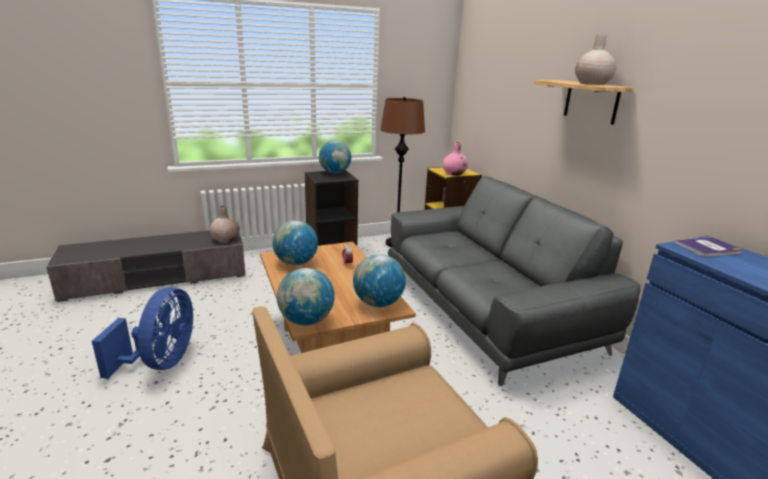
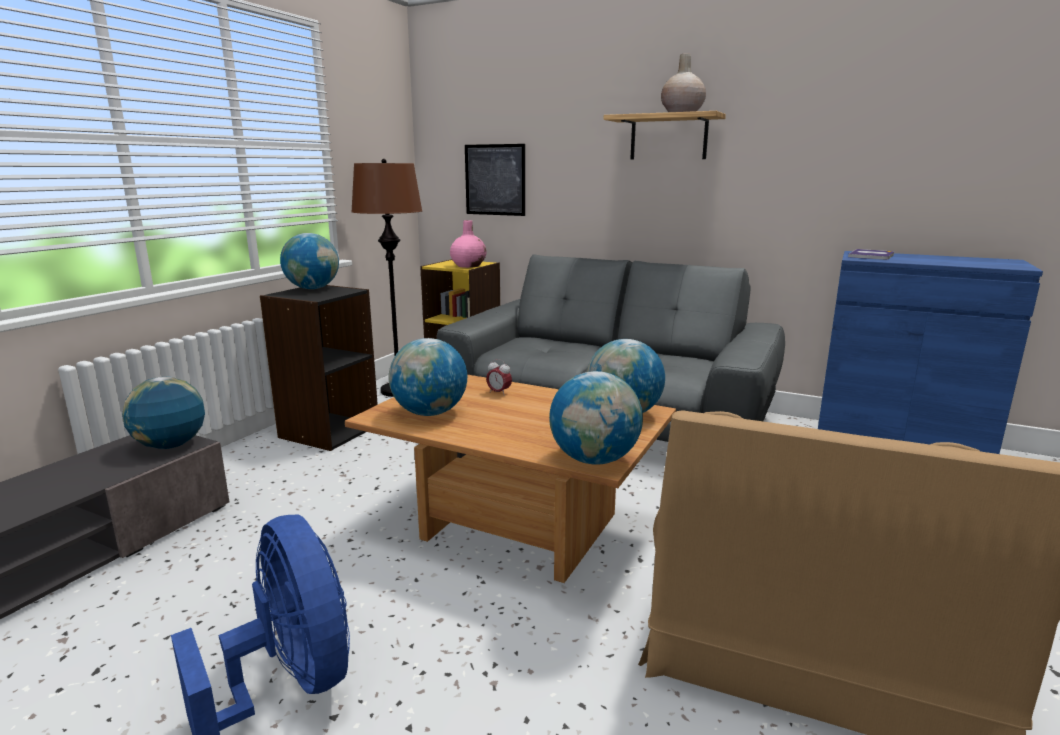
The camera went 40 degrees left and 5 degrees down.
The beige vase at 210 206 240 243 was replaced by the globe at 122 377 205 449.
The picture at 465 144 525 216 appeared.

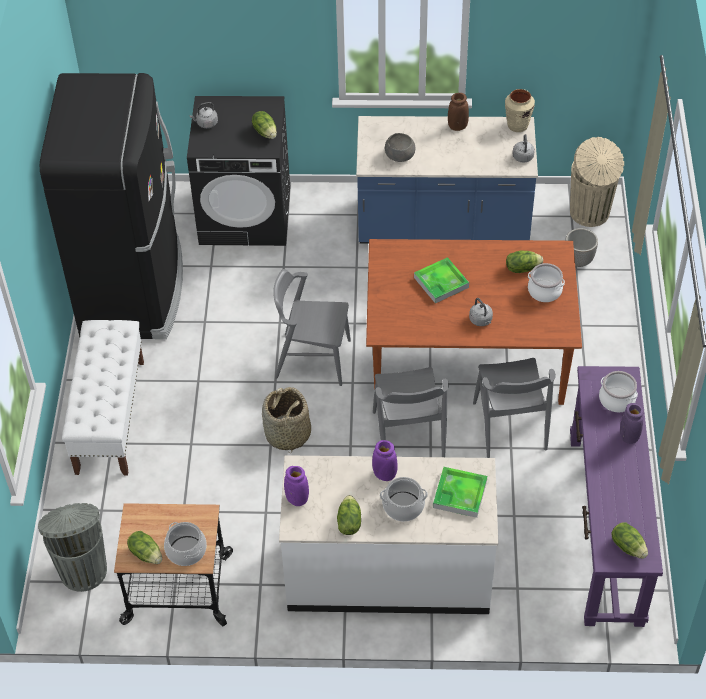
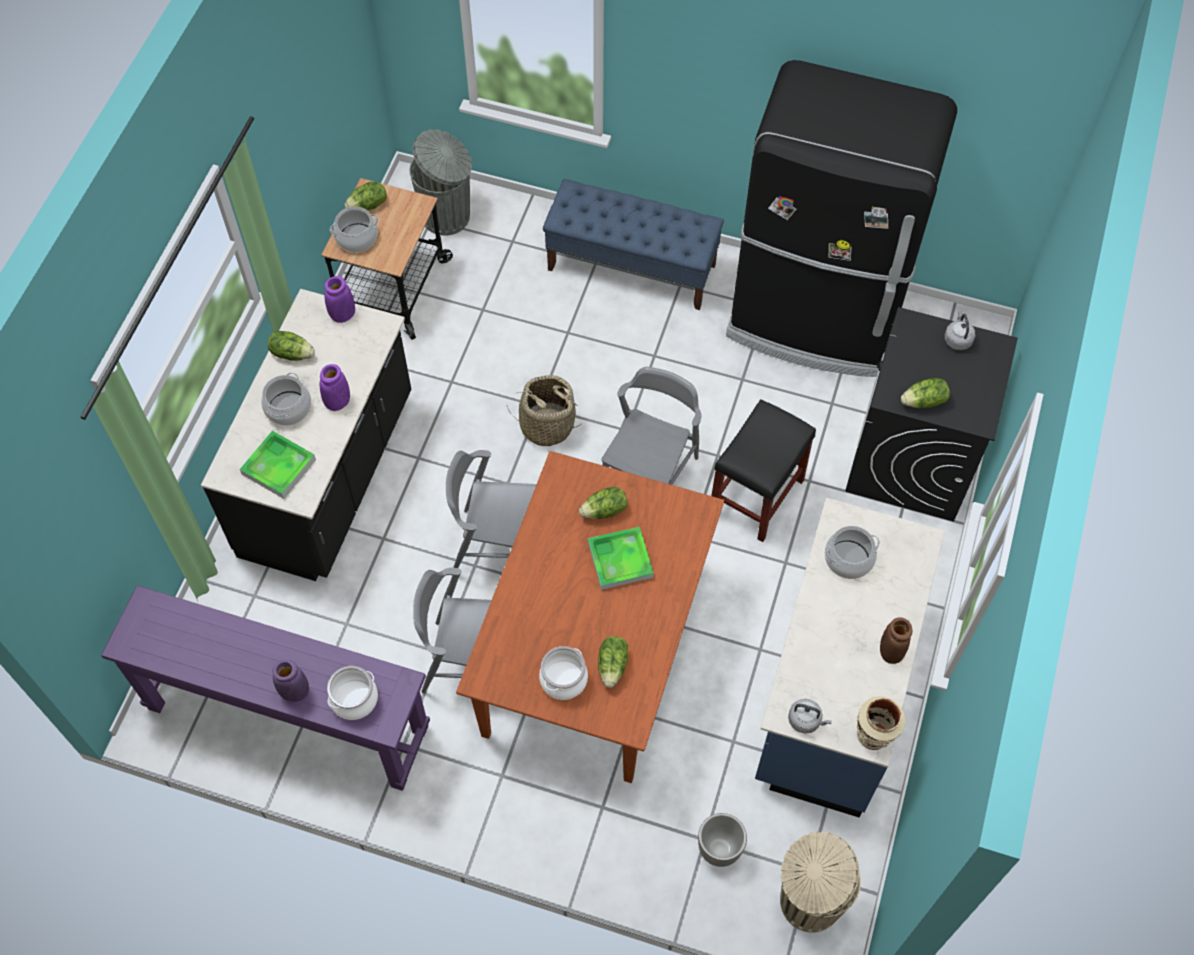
The camera went 105 degrees right and 10 degrees up.
The white bench at 62 320 144 476 became the blue bench at 543 179 724 310.
The white counter at 279 455 498 614 became the black counter at 201 289 411 581.
The grey bowl at 385 133 416 162 was replaced by the cooking pot at 824 526 880 579.
The grey kettle at 469 298 493 326 disappeared.
The lettuce moved from 611 523 648 559 to 579 487 628 519.
The black stool at 711 399 816 542 appeared.

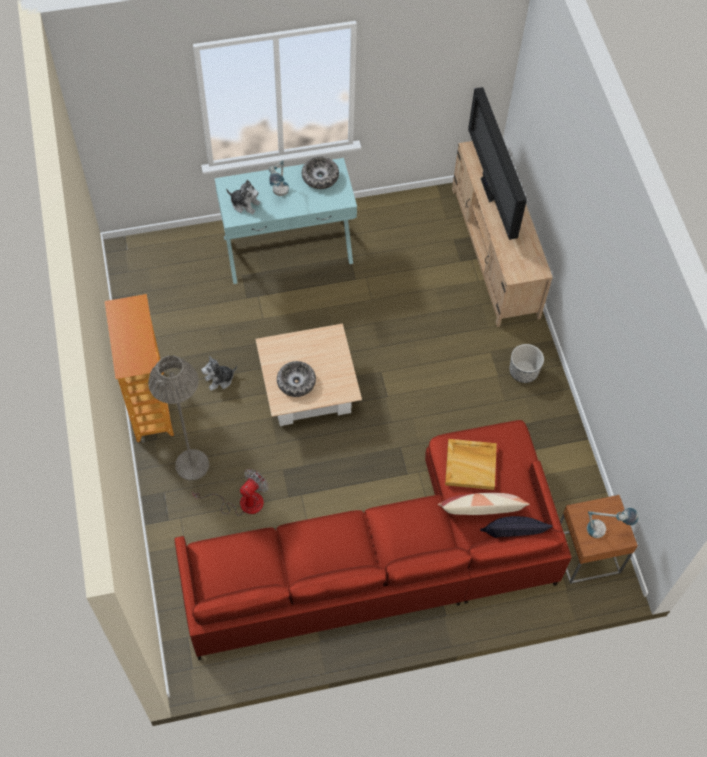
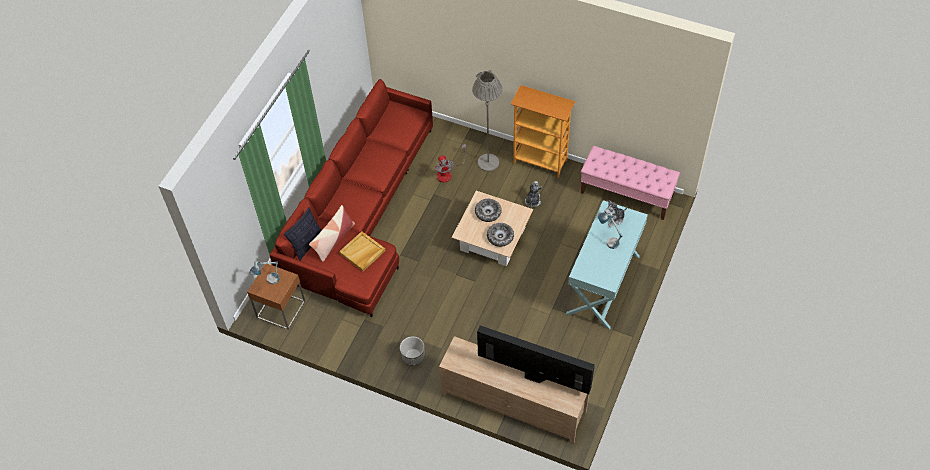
The camera went 130 degrees right and 5 degrees down.
The bowl moved from 302 157 339 189 to 487 223 514 247.
The pink bench at 581 146 680 220 appeared.

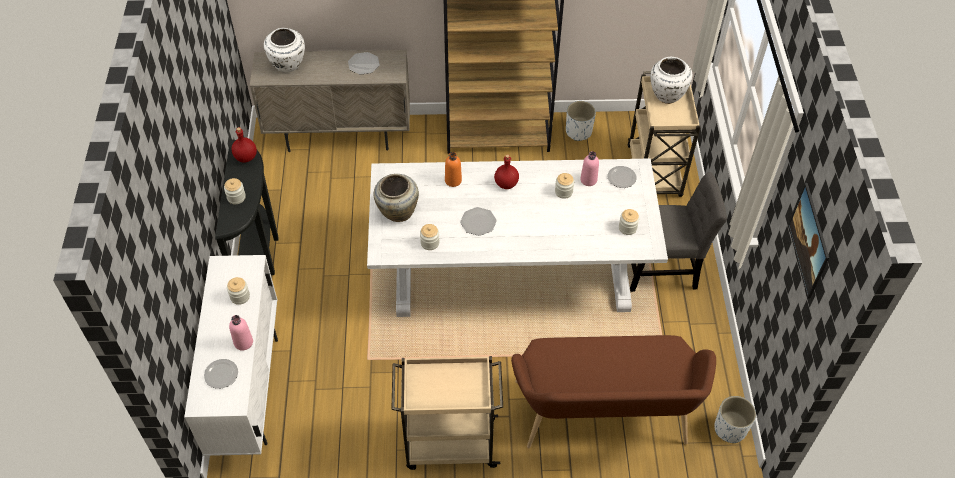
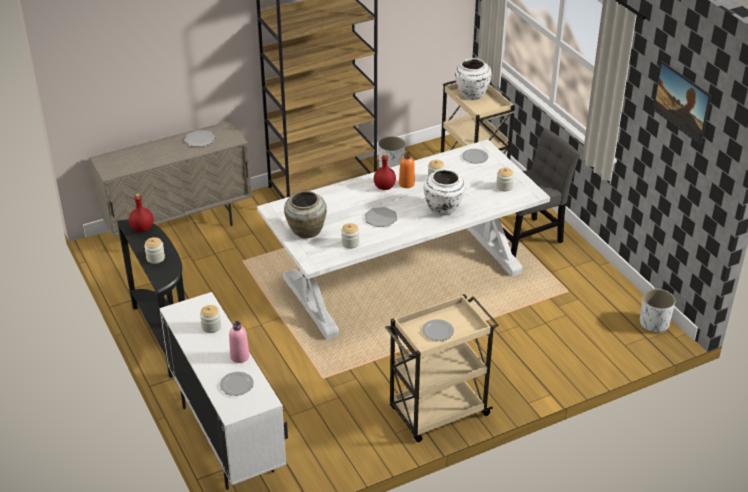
The camera went 25 degrees left and 15 degrees down.
The white vase moved from 264 28 305 73 to 424 170 465 216.
The orange bottle moved from 445 152 462 187 to 399 152 415 188.
The brown bench at 511 335 716 448 disappeared.
The pink bottle at 580 151 599 186 disappeared.
The plate at 422 319 454 341 appeared.

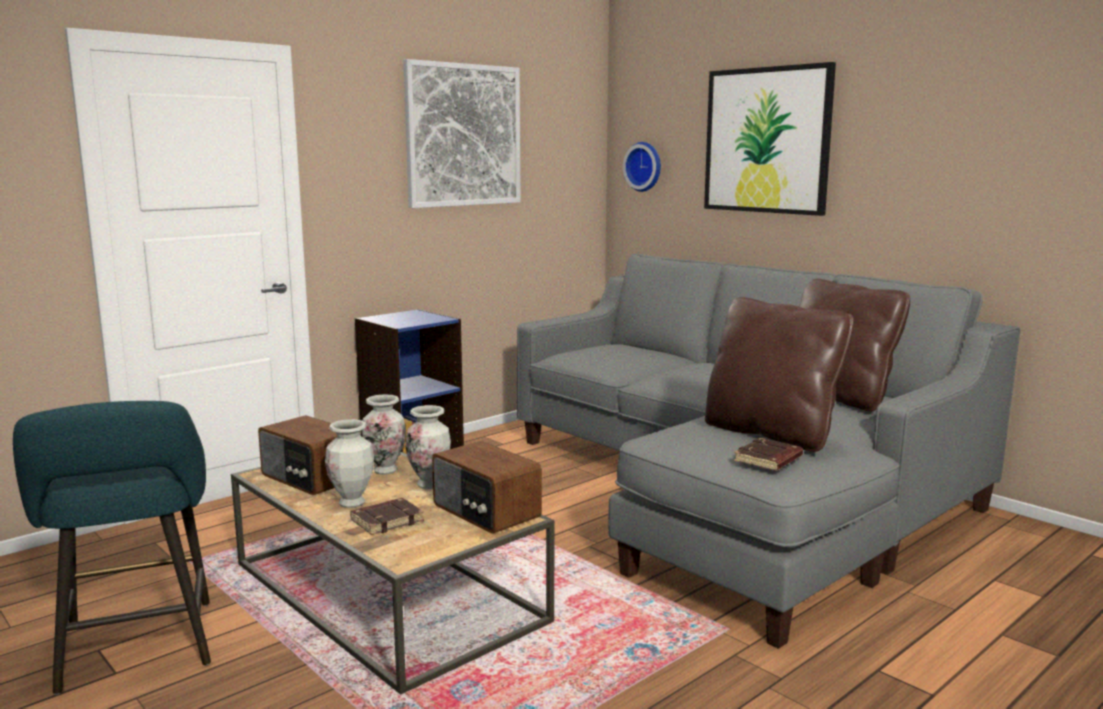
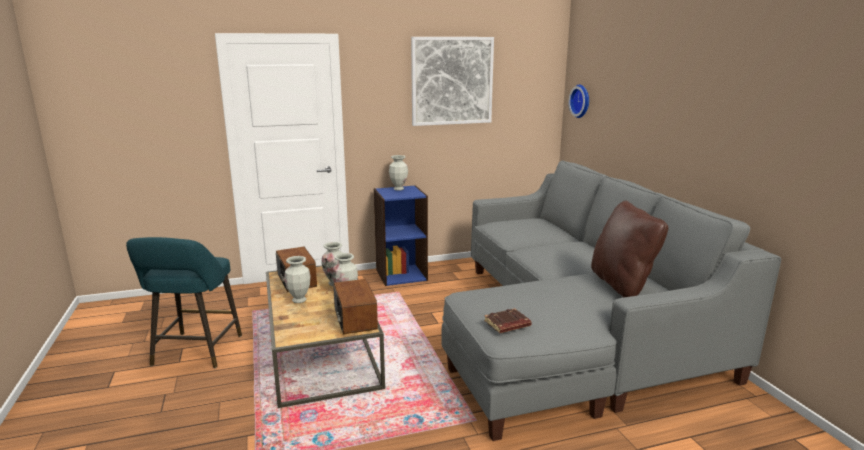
The camera went 25 degrees right and 5 degrees up.
The brown book at 350 498 424 535 disappeared.
The picture at 704 62 836 216 disappeared.
The brown pillow at 705 297 854 452 disappeared.
The vase at 389 155 408 191 appeared.

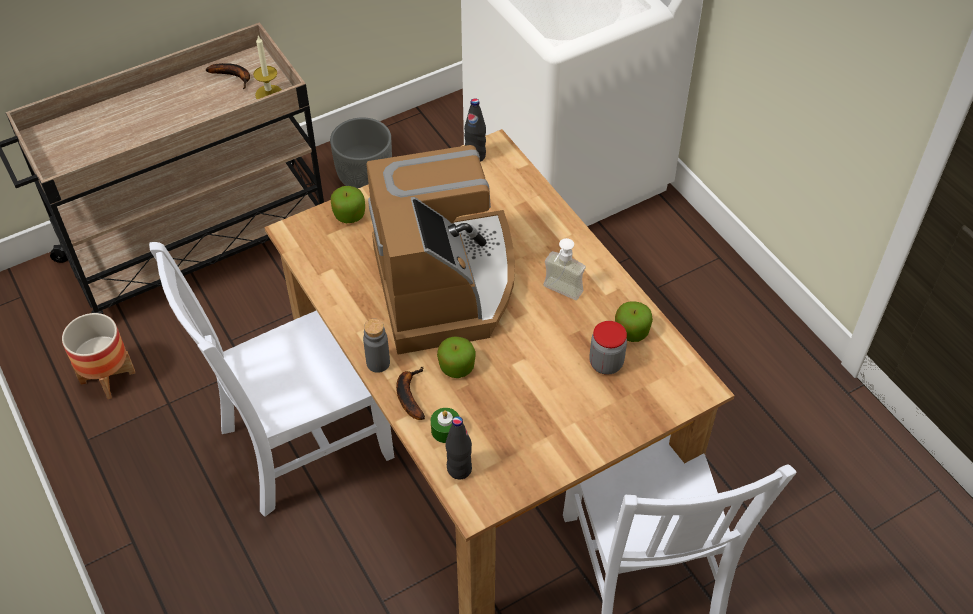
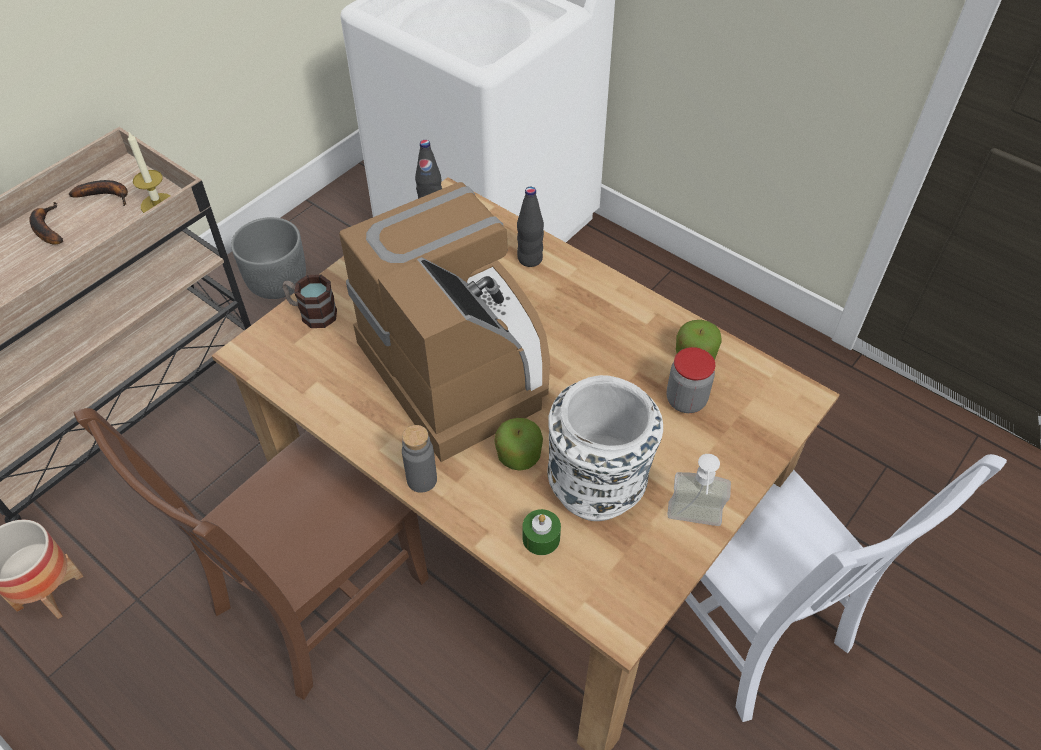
The camera went 20 degrees left and 0 degrees up.
The white chair at 149 242 394 517 became the brown chair at 74 408 429 700.
The apple at 331 186 365 223 was replaced by the mug at 282 275 337 328.
The banana moved from 396 367 425 420 to 29 202 64 245.
The black bottle moved from 445 416 472 479 to 517 187 544 267.
The soap dispenser moved from 543 238 586 300 to 667 454 731 526.
The white vase at 548 375 663 521 appeared.

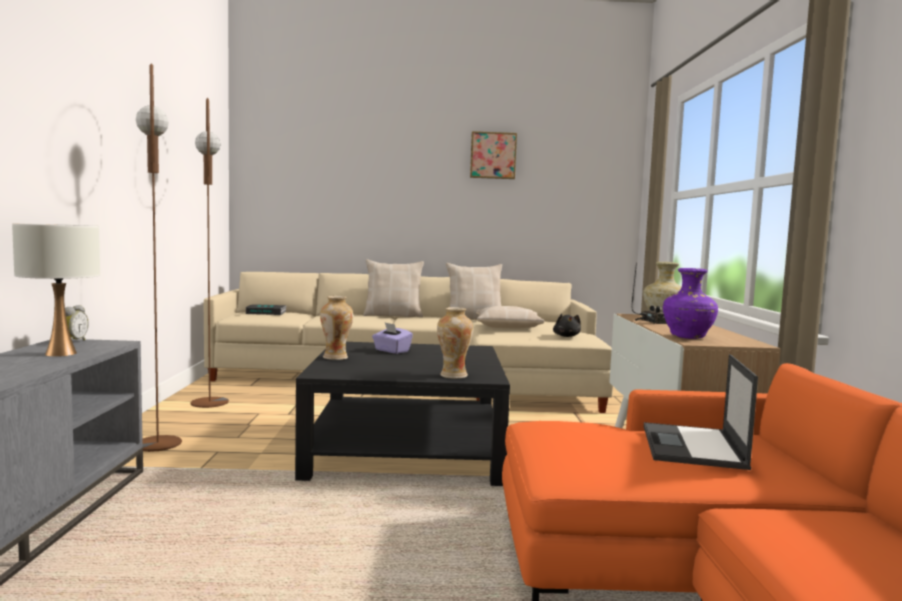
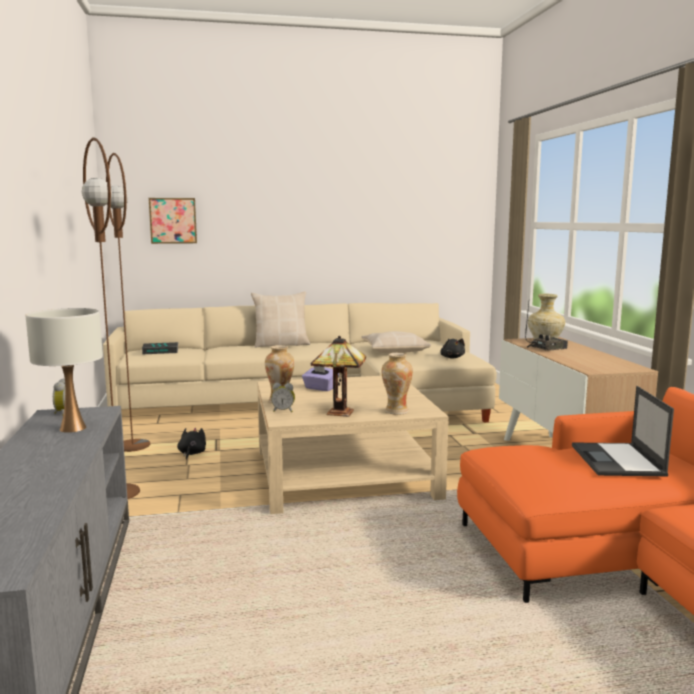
The camera went 10 degrees left and 5 degrees up.
The black coffee table at 295 342 510 486 became the beige coffee table at 257 376 449 514.
The beige pillow at 446 263 502 319 disappeared.
The picture moved from 470 131 517 179 to 149 198 197 244.
The purple vase at 663 268 718 339 disappeared.
The black plush toy at 177 428 206 460 appeared.
The alarm clock at 271 383 295 412 appeared.
The table lamp at 311 336 366 417 appeared.

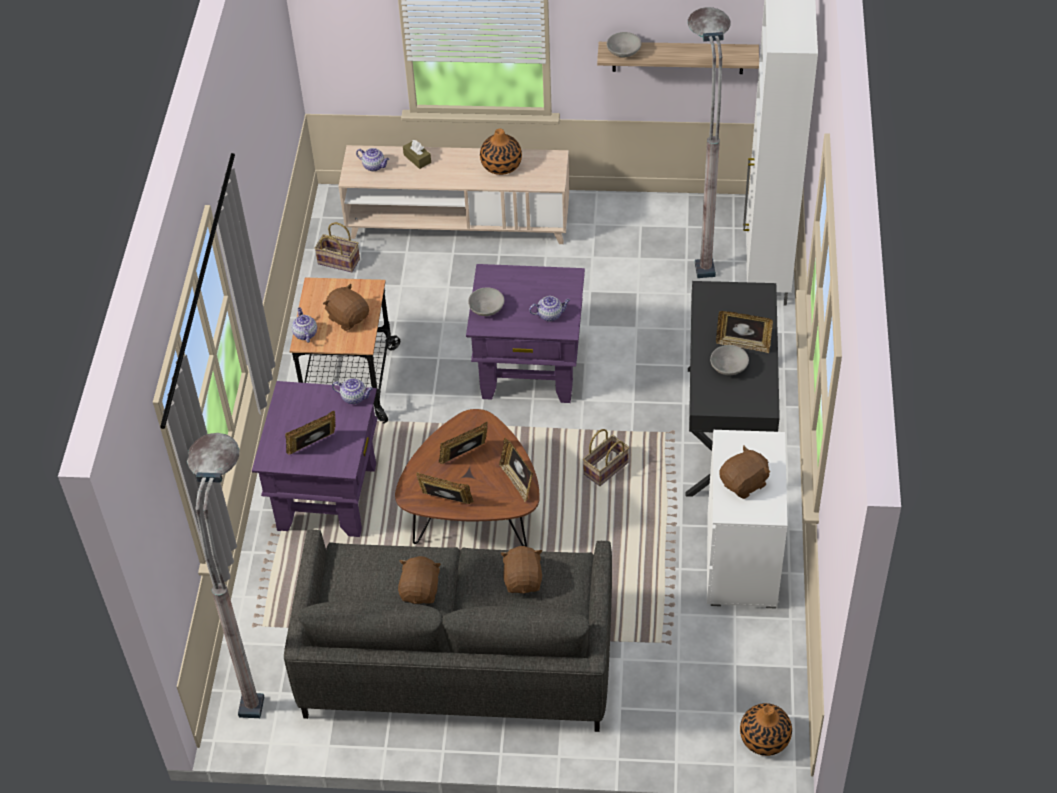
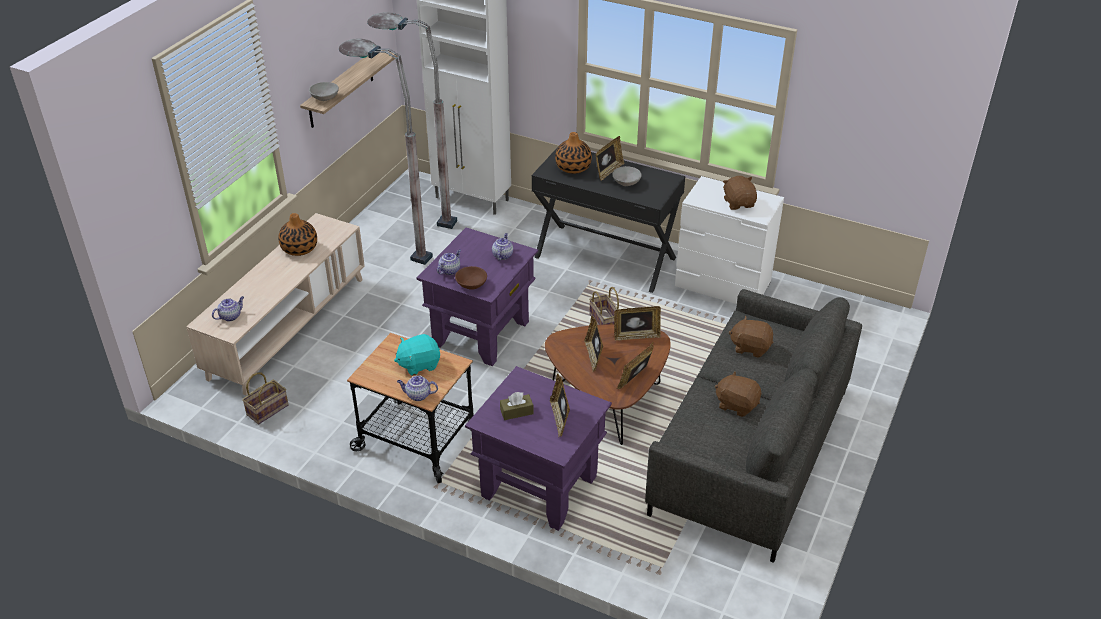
The camera went 70 degrees left and 10 degrees down.
The grey floor lamp moved from 187 433 264 718 to 338 38 433 265.
The brown plush toy at 323 283 369 331 became the turquoise plush toy at 394 334 440 376.
The teapot moved from 332 378 373 404 to 437 249 461 275.
The brown tissue box moved from 403 140 431 169 to 500 392 534 420.
The grey bowl at 468 287 504 316 became the brown bowl at 455 266 487 290.
The vase moved from 740 703 792 756 to 555 132 592 174.

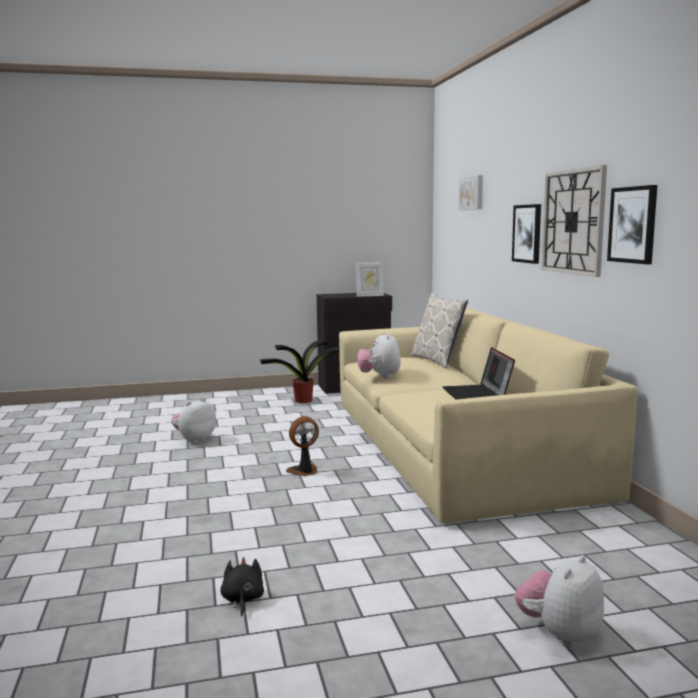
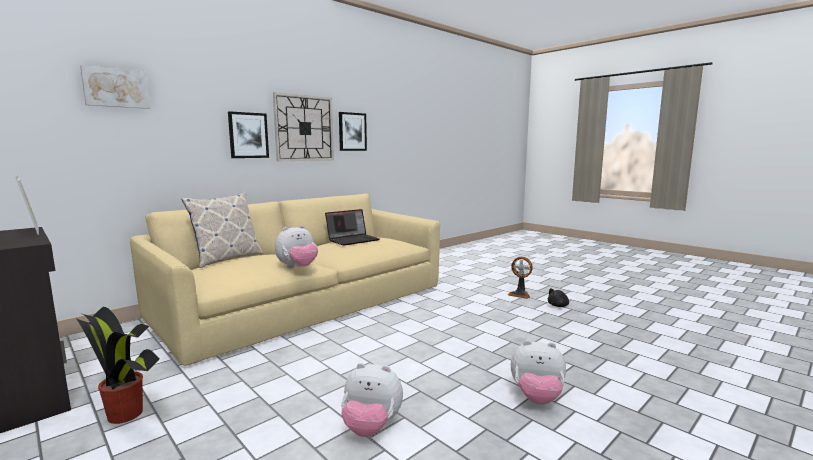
The camera went 120 degrees left and 0 degrees up.
The fan moved from 286 416 319 476 to 508 257 533 299.
The plush toy moved from 515 555 604 647 to 511 340 566 405.

